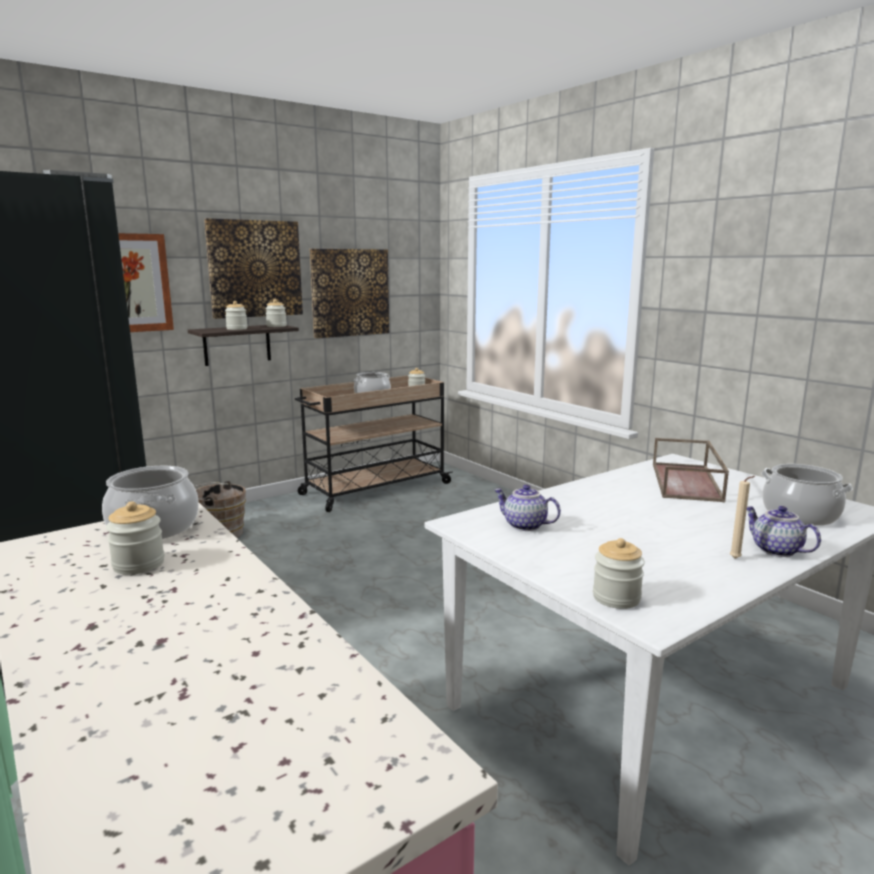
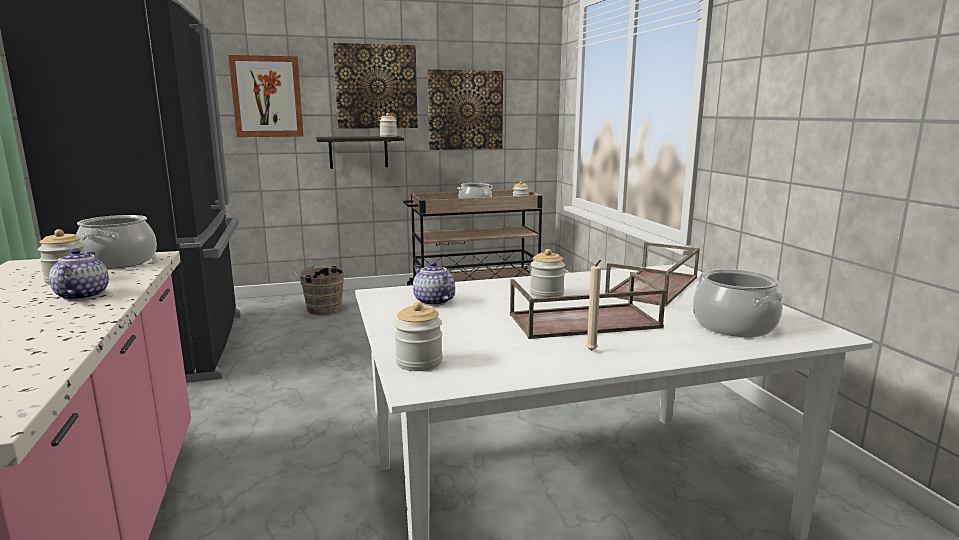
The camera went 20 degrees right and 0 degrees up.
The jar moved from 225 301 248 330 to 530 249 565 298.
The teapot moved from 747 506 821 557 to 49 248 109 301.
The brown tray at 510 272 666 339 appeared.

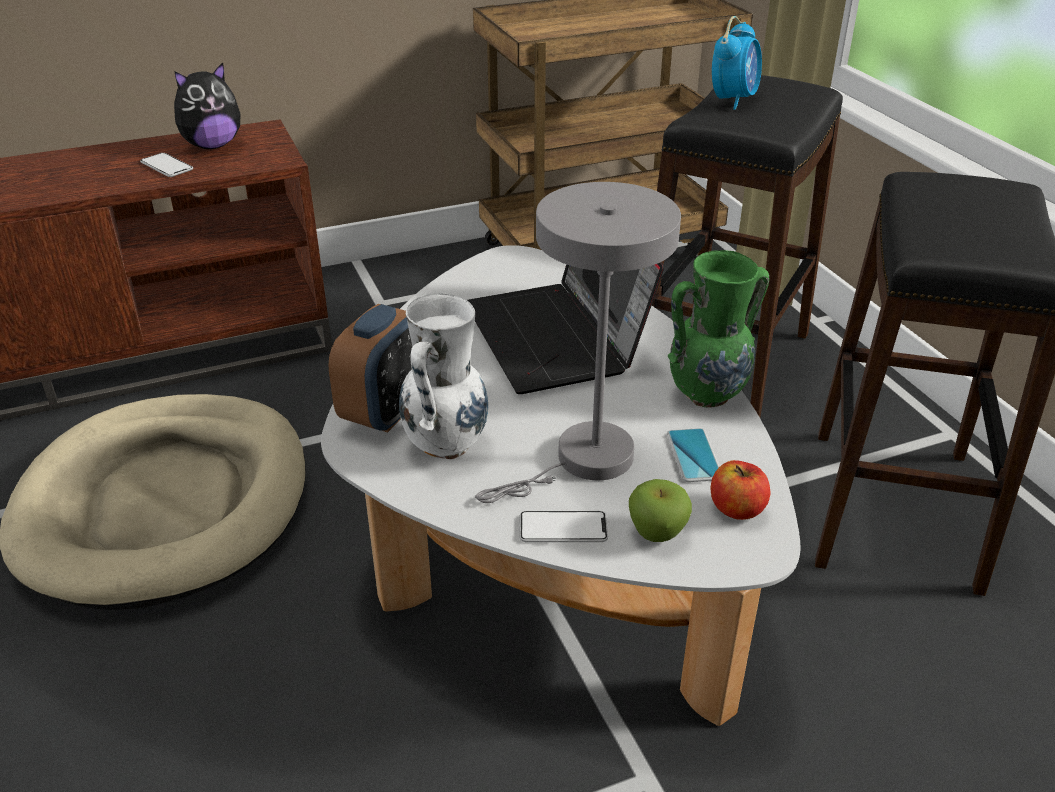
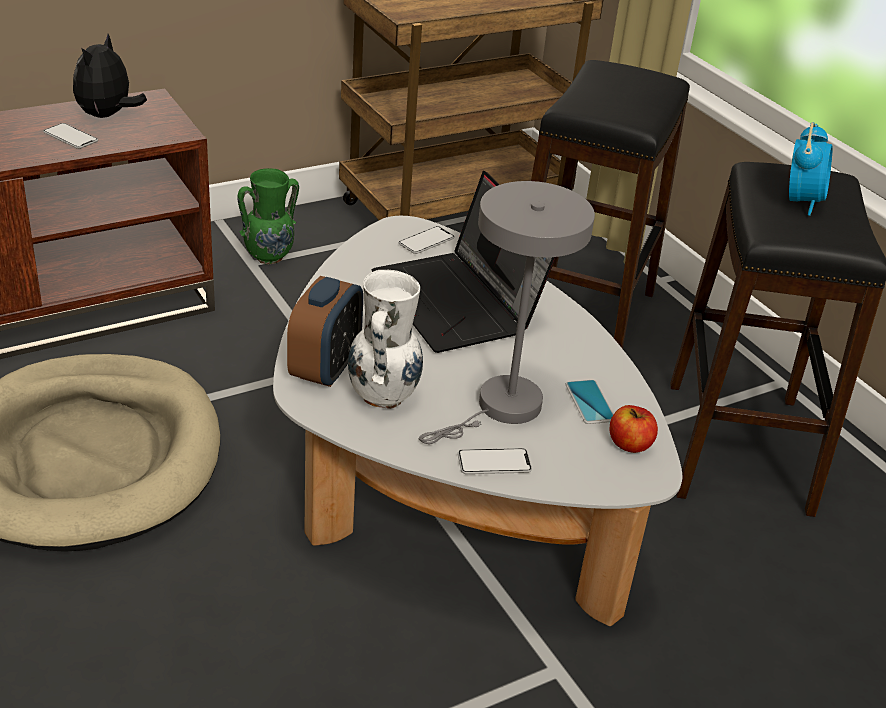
The camera went 10 degrees left and 0 degrees up.
The plush toy at 174 63 241 149 turned 150 degrees clockwise.
The apple at 629 479 692 542 disappeared.
The green vase moved from 667 250 769 408 to 237 168 299 264.
The alarm clock moved from 712 16 762 110 to 789 122 833 216.
The phone at 399 226 455 254 appeared.

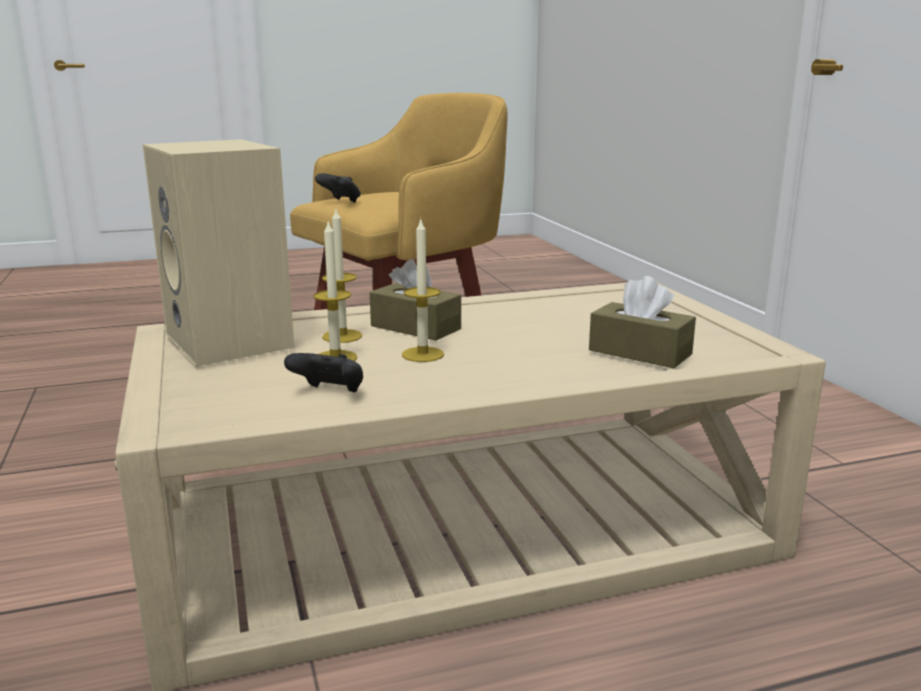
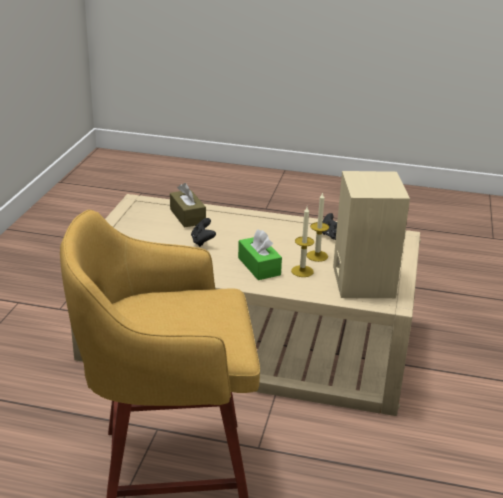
The camera went 150 degrees left and 10 degrees up.
The black game controller moved from 315 173 361 203 to 191 218 216 247.
The brown tissue box at 370 259 461 341 became the green tissue box at 238 229 282 280.
The candle at 402 220 444 362 disappeared.

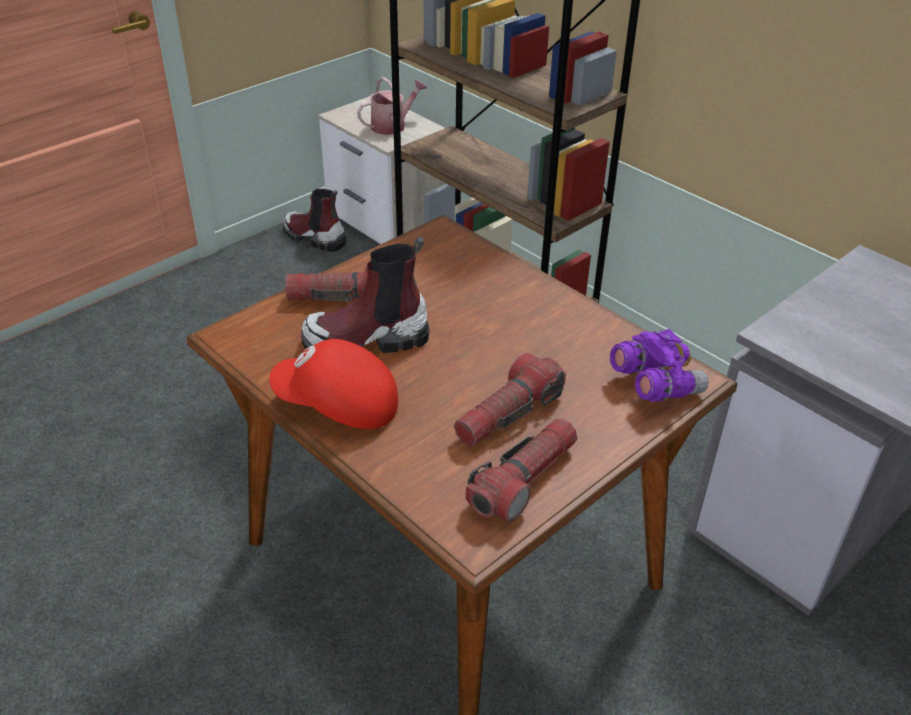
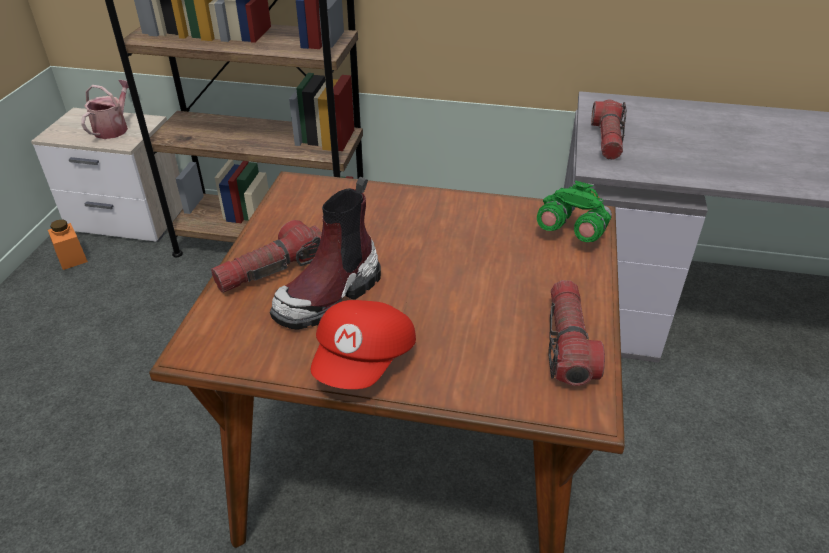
The camera went 35 degrees left and 0 degrees up.
The red cap at 269 339 398 429 turned 45 degrees counterclockwise.
The boot at 283 189 346 252 was replaced by the orange jar at 48 219 88 270.
The flashlight moved from 454 353 566 446 to 591 100 627 160.
The purple binoculars at 610 329 709 402 became the green binoculars at 537 181 612 242.

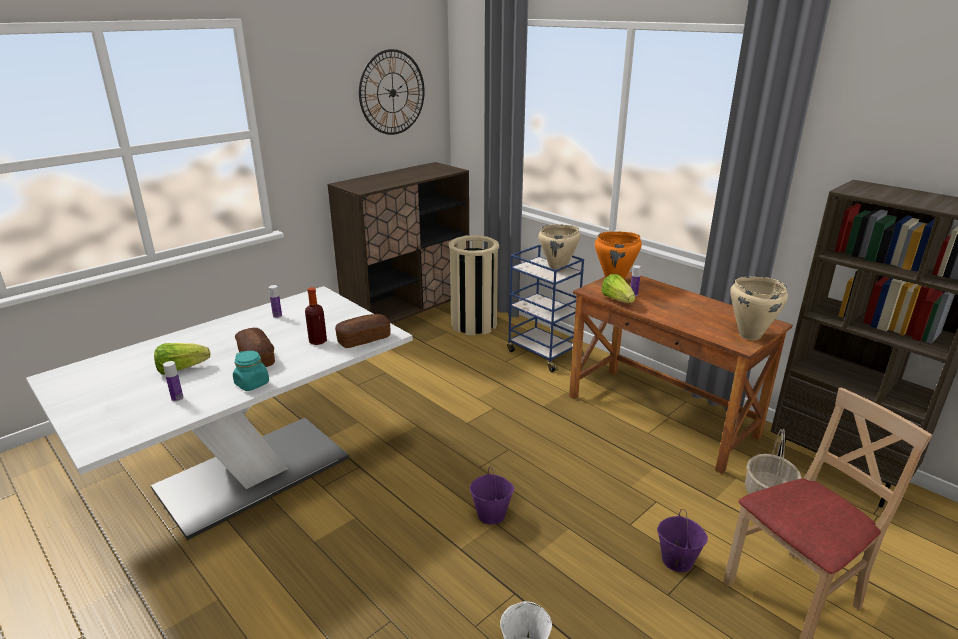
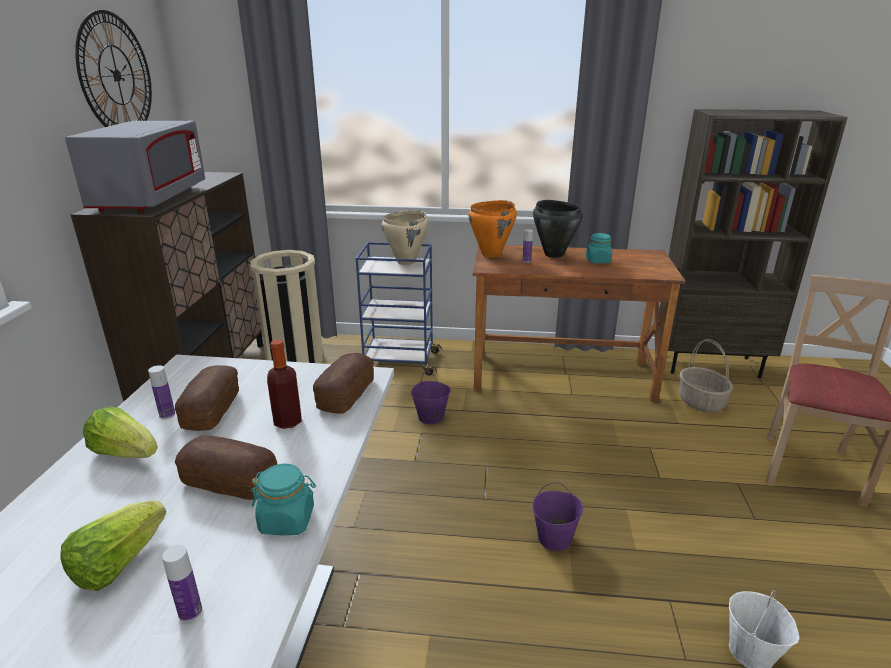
The camera went 40 degrees left and 0 degrees up.
The lettuce moved from 601 274 635 303 to 83 406 158 458.
The purple bucket moved from 657 509 708 572 to 411 371 450 424.
The beige cooking pot at 730 276 788 340 disappeared.
The grey microwave at 65 121 205 212 appeared.
The bread at 175 365 239 431 appeared.
The black cooking pot at 533 200 583 258 appeared.
The turquoise jar at 586 233 612 264 appeared.

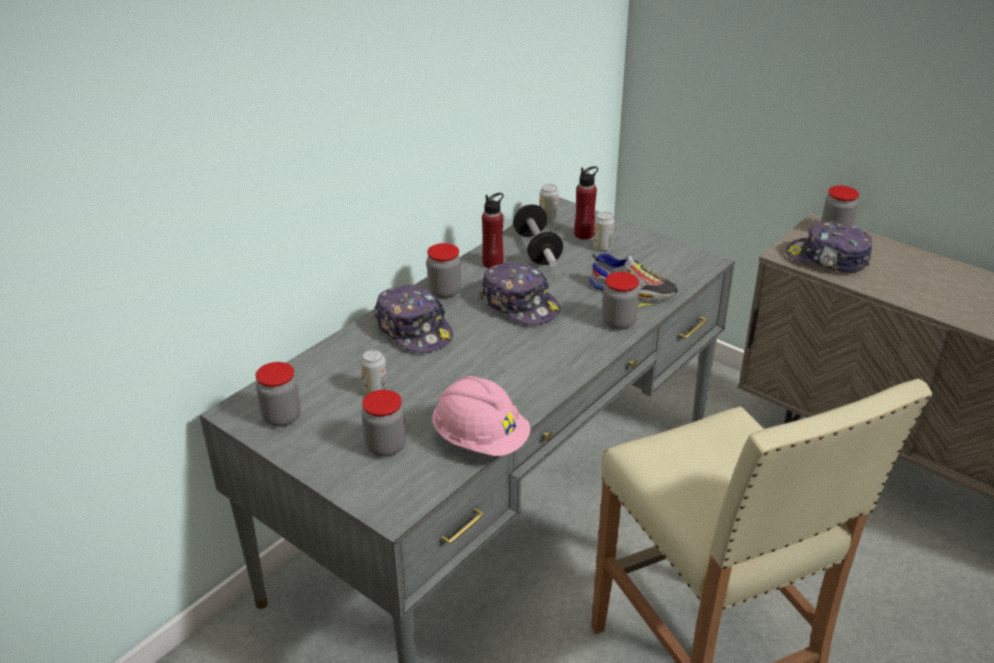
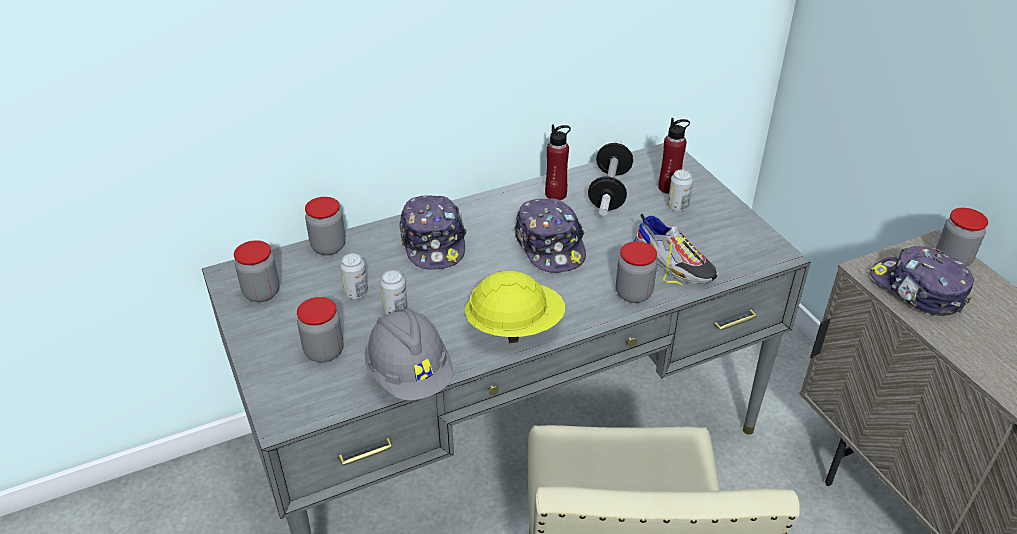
The camera went 25 degrees right and 5 degrees up.
The jar moved from 427 243 461 298 to 305 197 346 255.
The pink hard hat at 432 376 531 456 became the grey hard hat at 365 309 454 400.
The can moved from 539 184 559 222 to 380 270 408 315.
The yellow hard hat at 465 271 565 343 appeared.

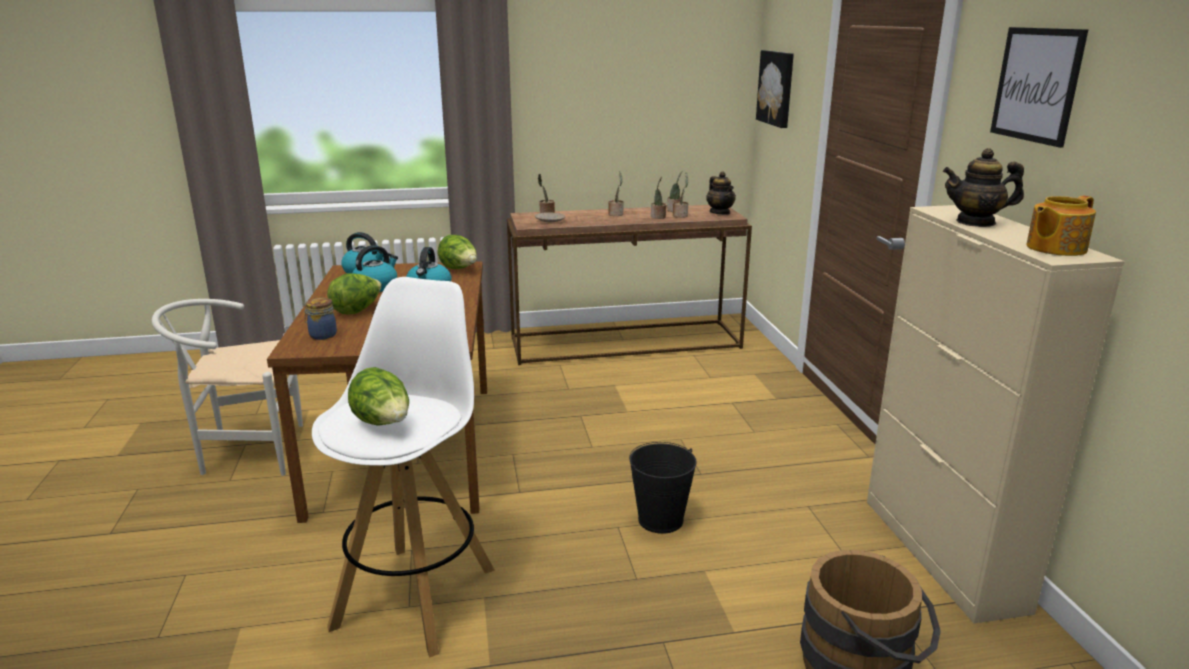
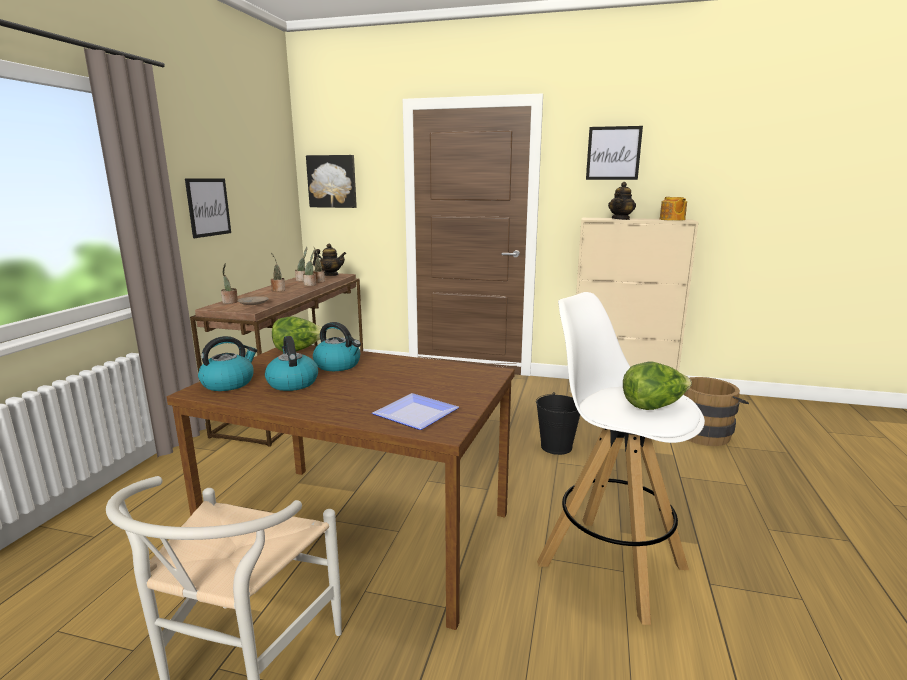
The camera went 65 degrees left and 5 degrees down.
The jar at 303 298 337 340 was replaced by the plate at 372 393 459 430.
The lettuce at 327 273 382 314 disappeared.
The picture at 185 178 231 238 appeared.

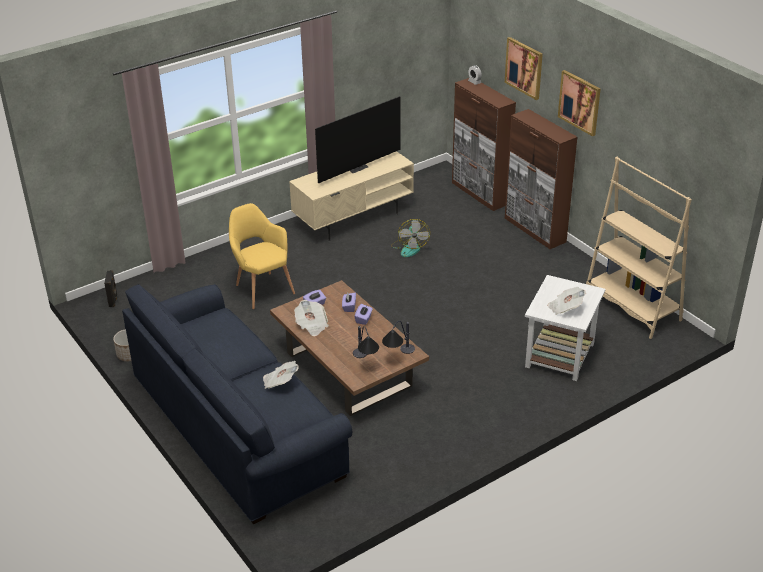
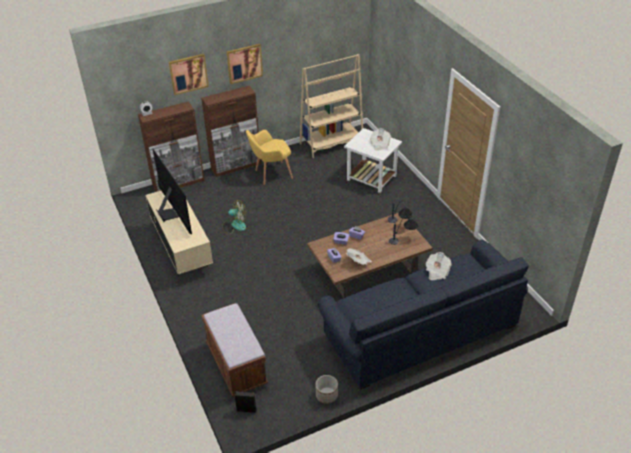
The camera went 80 degrees left and 5 degrees up.
The yellow armchair moved from 229 203 295 309 to 246 130 293 185.
The brown bench at 201 303 268 397 appeared.

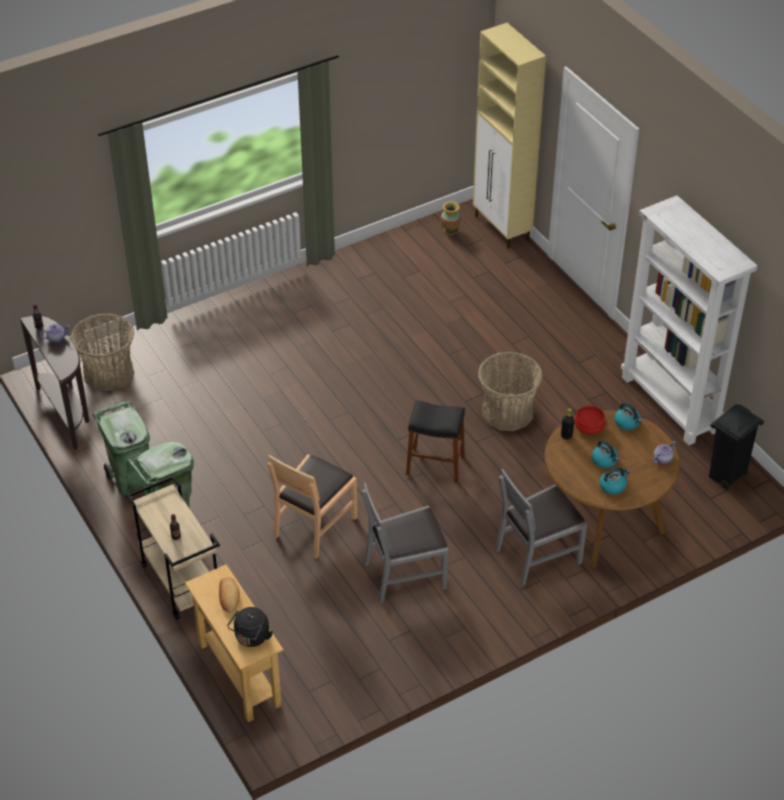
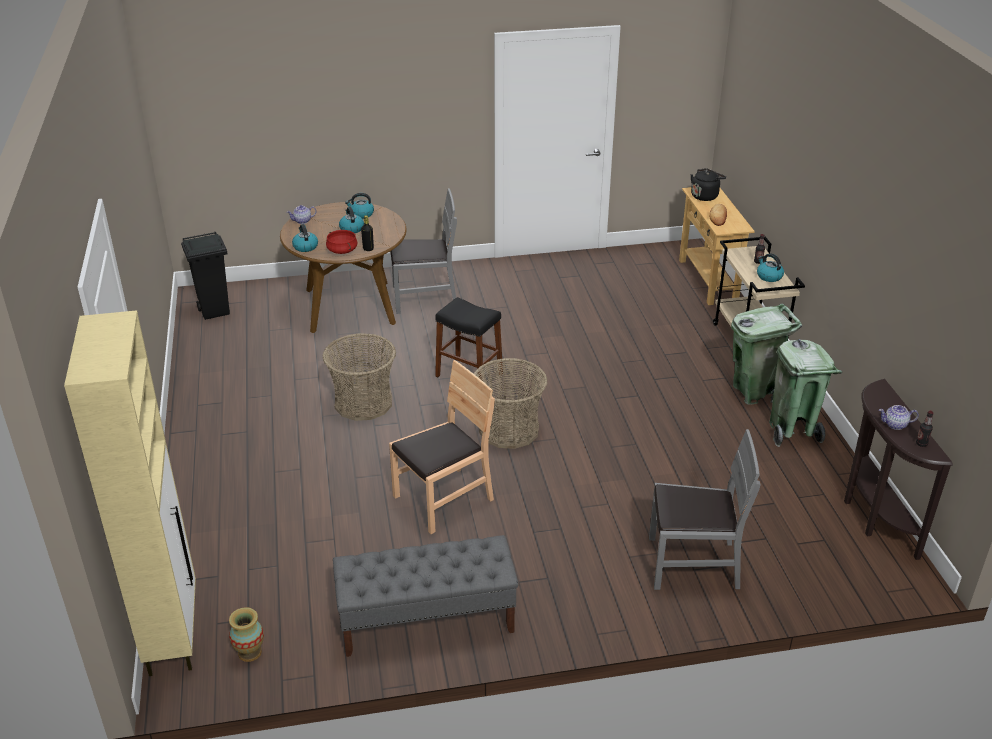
The camera went 160 degrees left and 10 degrees down.
The basket moved from 71 314 134 391 to 474 358 548 449.
The brown chair moved from 267 454 357 559 to 389 360 495 534.
The grey chair moved from 362 482 448 603 to 649 429 760 590.
The white bookcase at 621 195 758 445 disappeared.
The grey bench at 333 535 518 657 appeared.
The kettle at 757 253 784 282 appeared.

